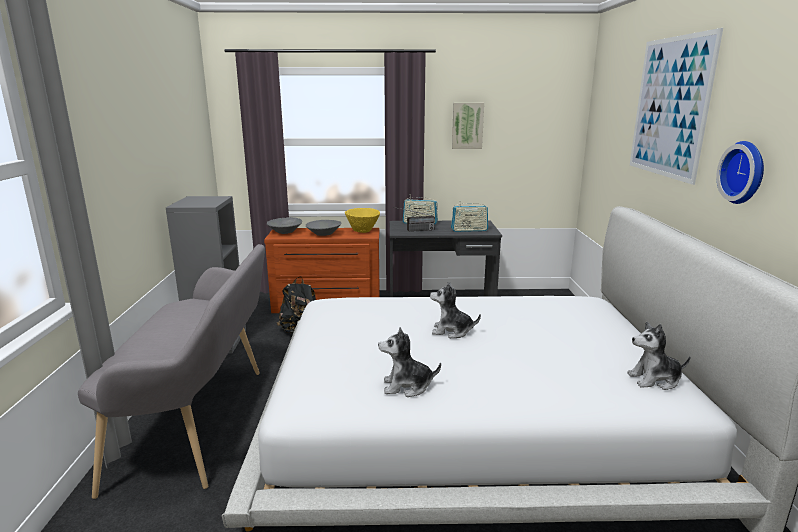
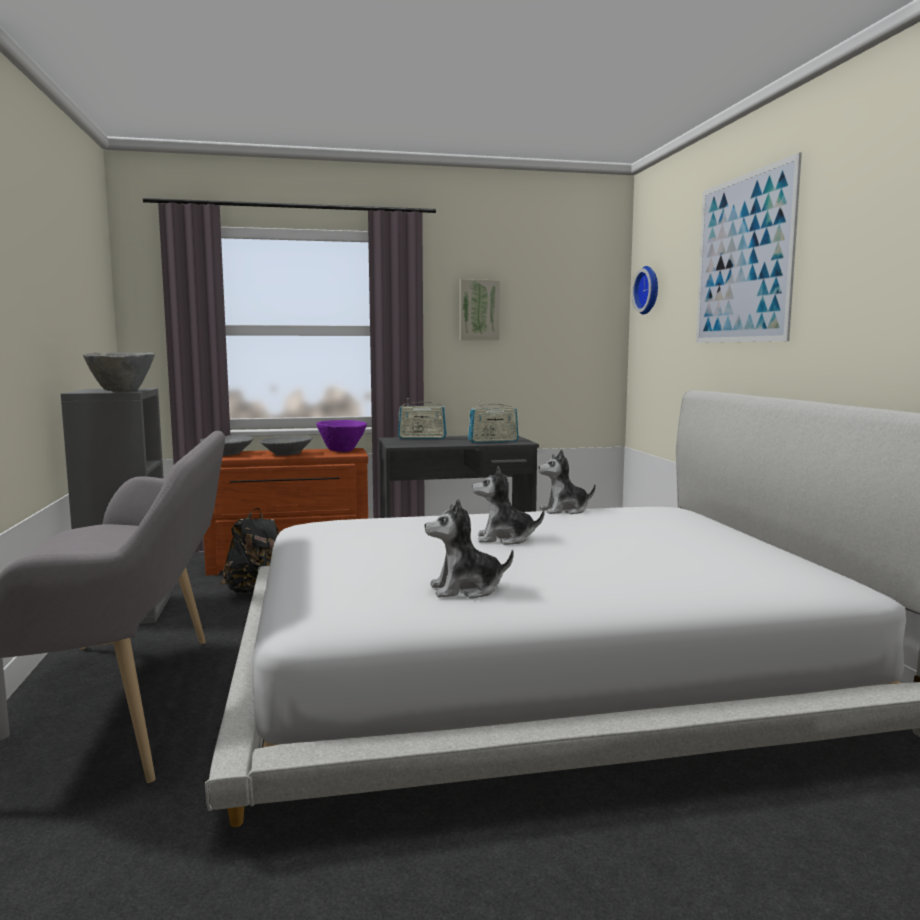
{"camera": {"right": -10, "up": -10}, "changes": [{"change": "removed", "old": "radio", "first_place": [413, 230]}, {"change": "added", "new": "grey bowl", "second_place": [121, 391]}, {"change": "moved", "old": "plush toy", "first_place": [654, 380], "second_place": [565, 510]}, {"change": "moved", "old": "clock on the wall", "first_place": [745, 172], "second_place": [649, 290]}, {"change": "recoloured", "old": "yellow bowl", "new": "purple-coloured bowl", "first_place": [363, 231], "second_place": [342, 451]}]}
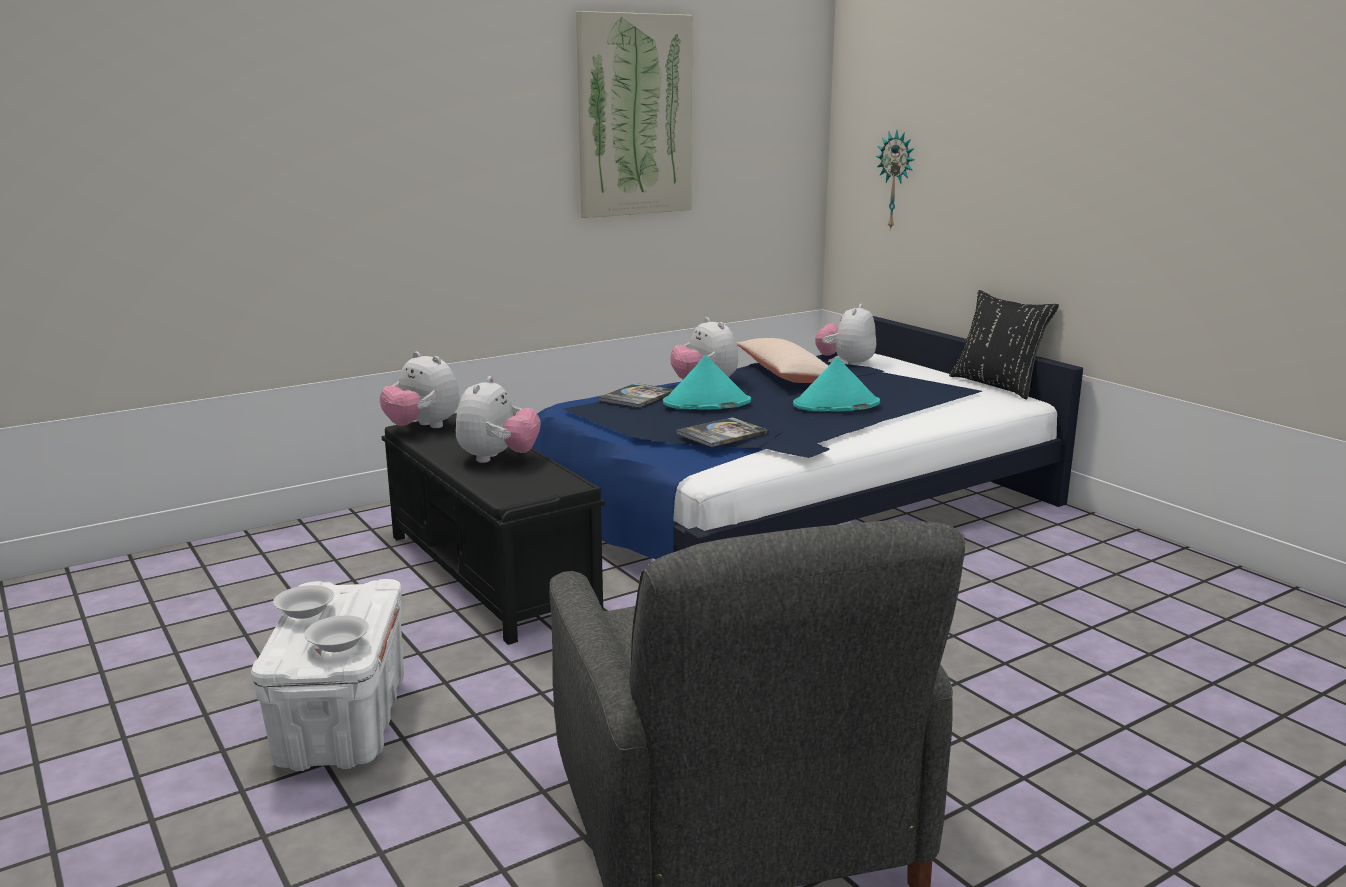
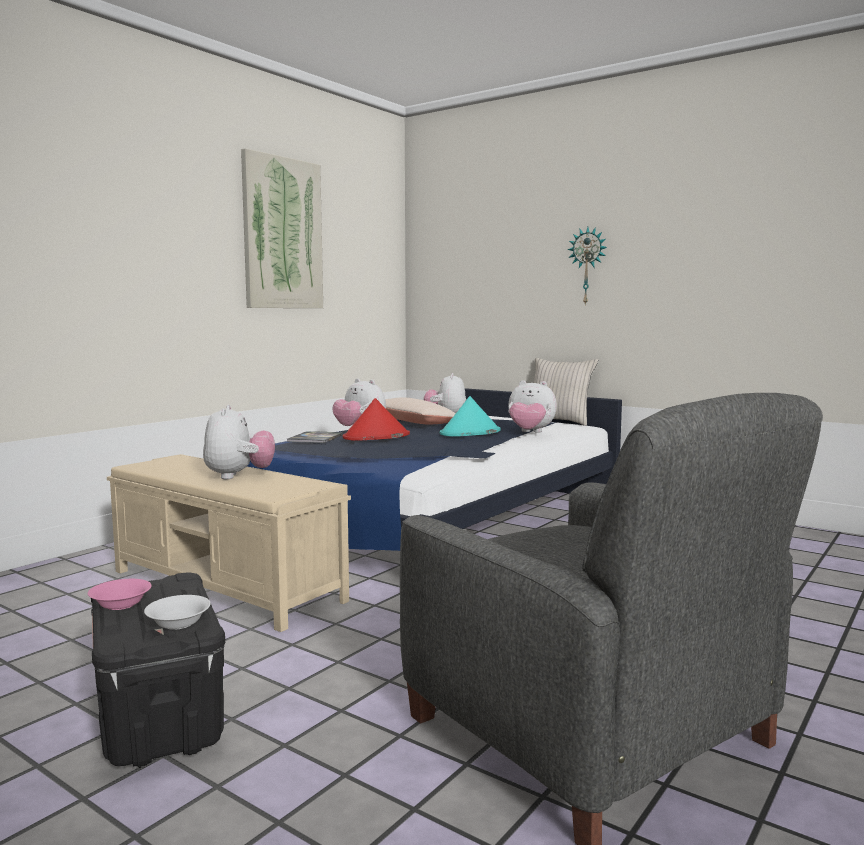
{"camera": {"right": -20, "up": -10}, "changes": [{"change": "removed", "old": "bound book", "first_place": [722, 434]}, {"change": "moved", "old": "plush toy", "first_place": [422, 427], "second_place": [530, 432]}, {"change": "moved", "old": "clock on the wall", "first_place": [896, 180], "second_place": [588, 266]}, {"change": "recoloured", "old": "white-coloured storage container", "new": "black-coloured storage container", "first_place": [343, 723], "second_place": [160, 717]}, {"change": "recoloured", "old": "white-coloured bowl", "new": "pink-coloured bowl", "first_place": [304, 612], "second_place": [120, 605]}, {"change": "recoloured", "old": "black-coloured bench", "new": "beige bench", "first_place": [491, 574], "second_place": [227, 586]}, {"change": "recoloured", "old": "turquoise-coloured hat", "new": "red hat", "first_place": [706, 403], "second_place": [376, 436]}, {"change": "recoloured", "old": "black-coloured pillow", "new": "beige pillow", "first_place": [997, 385], "second_place": [558, 421]}]}
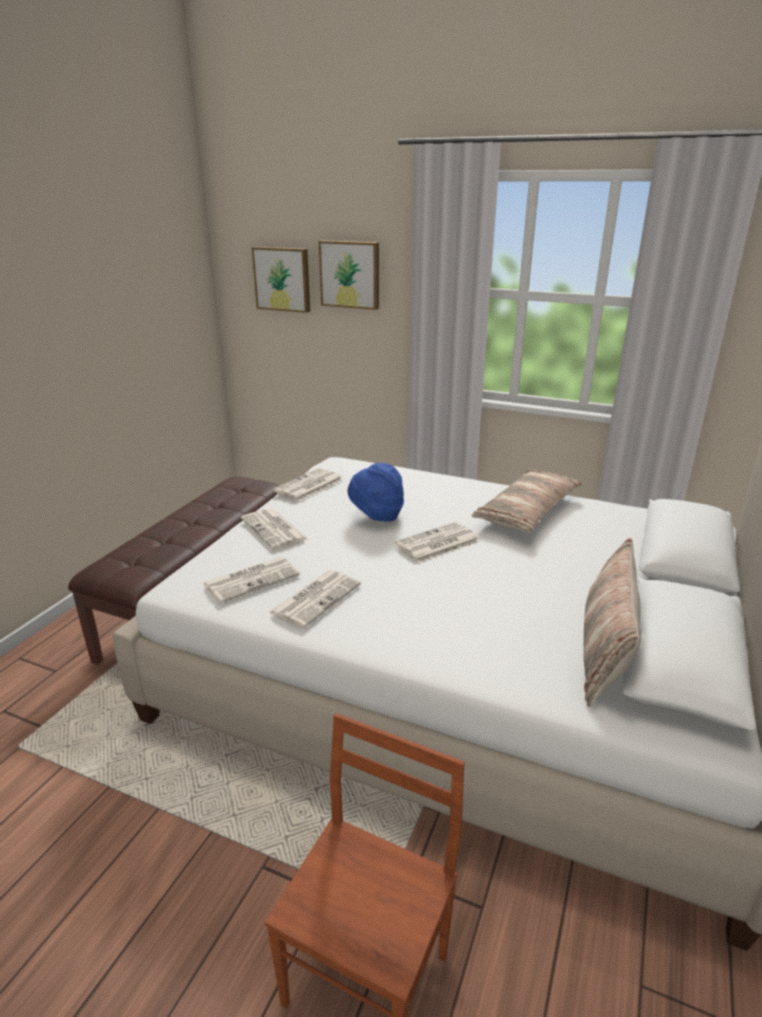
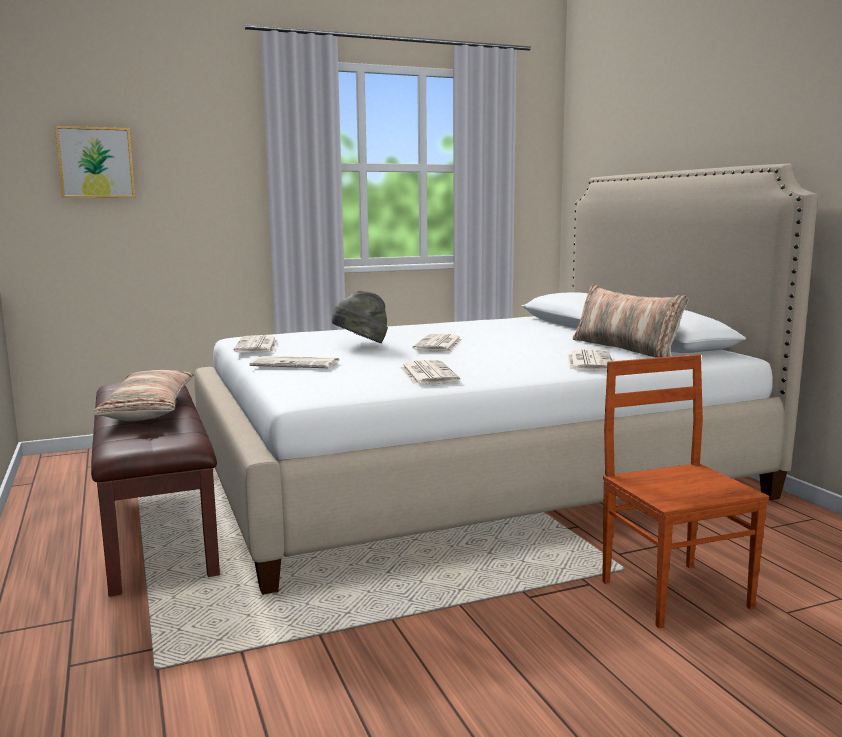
{"camera": {"right": -45, "up": -15}, "changes": [{"change": "removed", "old": "picture", "first_place": [350, 274]}, {"change": "moved", "old": "daily paper", "first_place": [252, 579], "second_place": [589, 362]}, {"change": "moved", "old": "pillow", "first_place": [528, 512], "second_place": [150, 410]}, {"change": "recoloured", "old": "bluish hat", "new": "grey hat", "first_place": [376, 515], "second_place": [361, 344]}]}
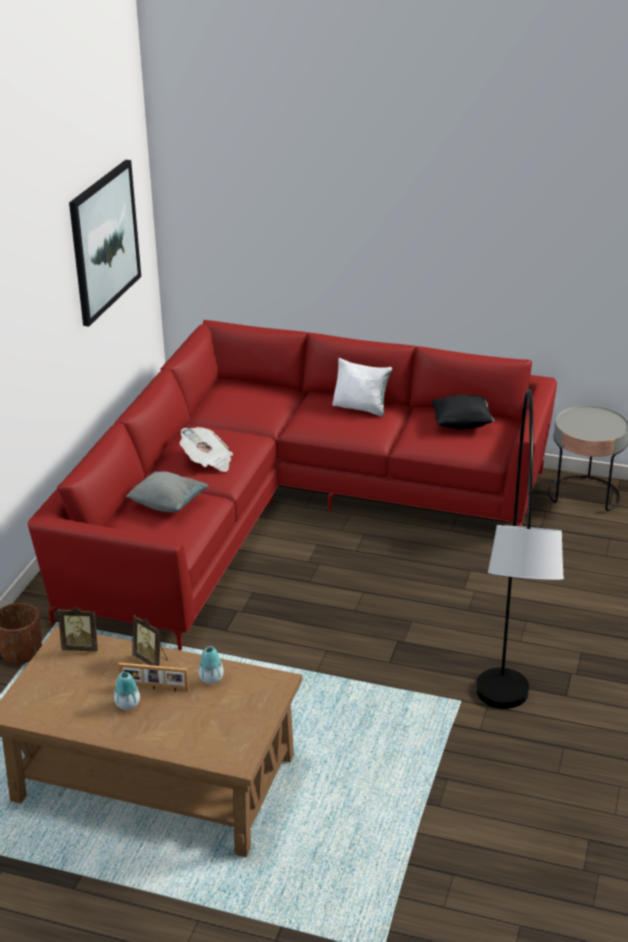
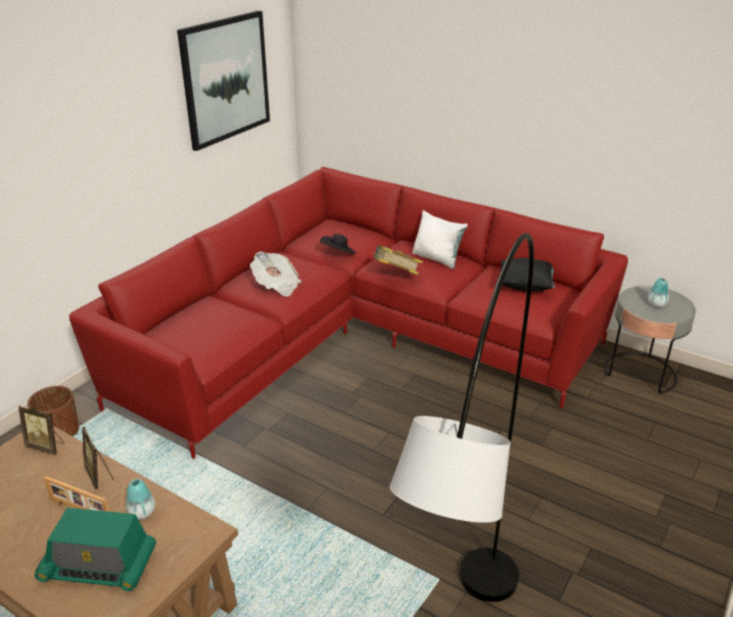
{"camera": {"right": 15, "up": 0}, "changes": [{"change": "removed", "old": "grey pillow", "first_place": [168, 504]}, {"change": "added", "new": "radio", "second_place": [99, 565]}, {"change": "added", "new": "black-coloured hat", "second_place": [338, 253]}, {"change": "added", "new": "bound book", "second_place": [396, 275]}, {"change": "moved", "old": "decorative vase", "first_place": [127, 704], "second_place": [656, 304]}]}
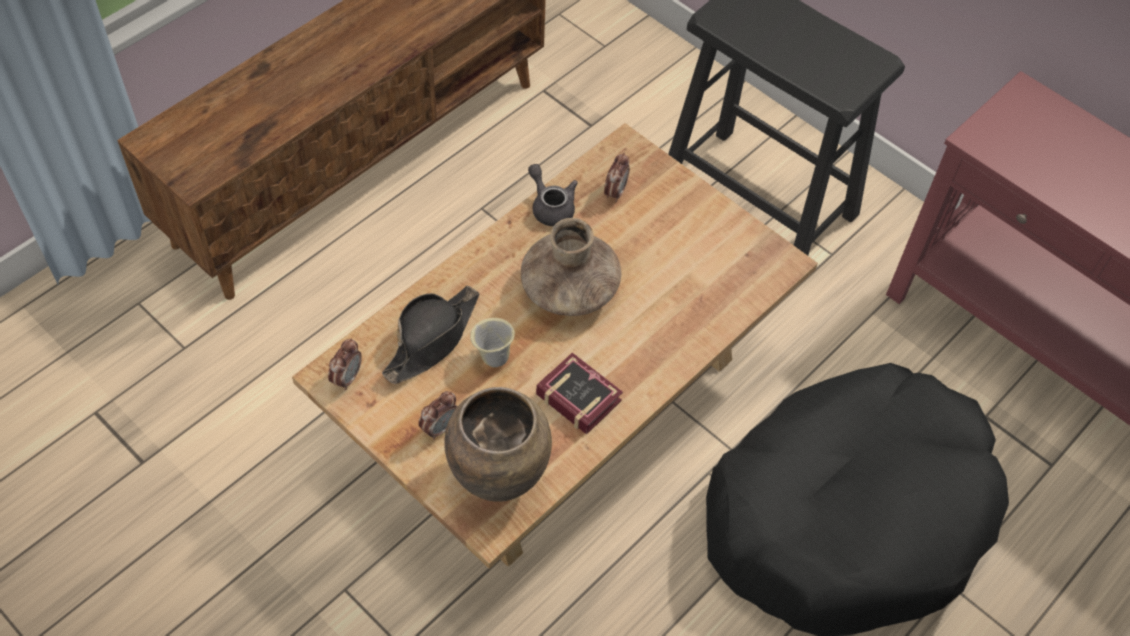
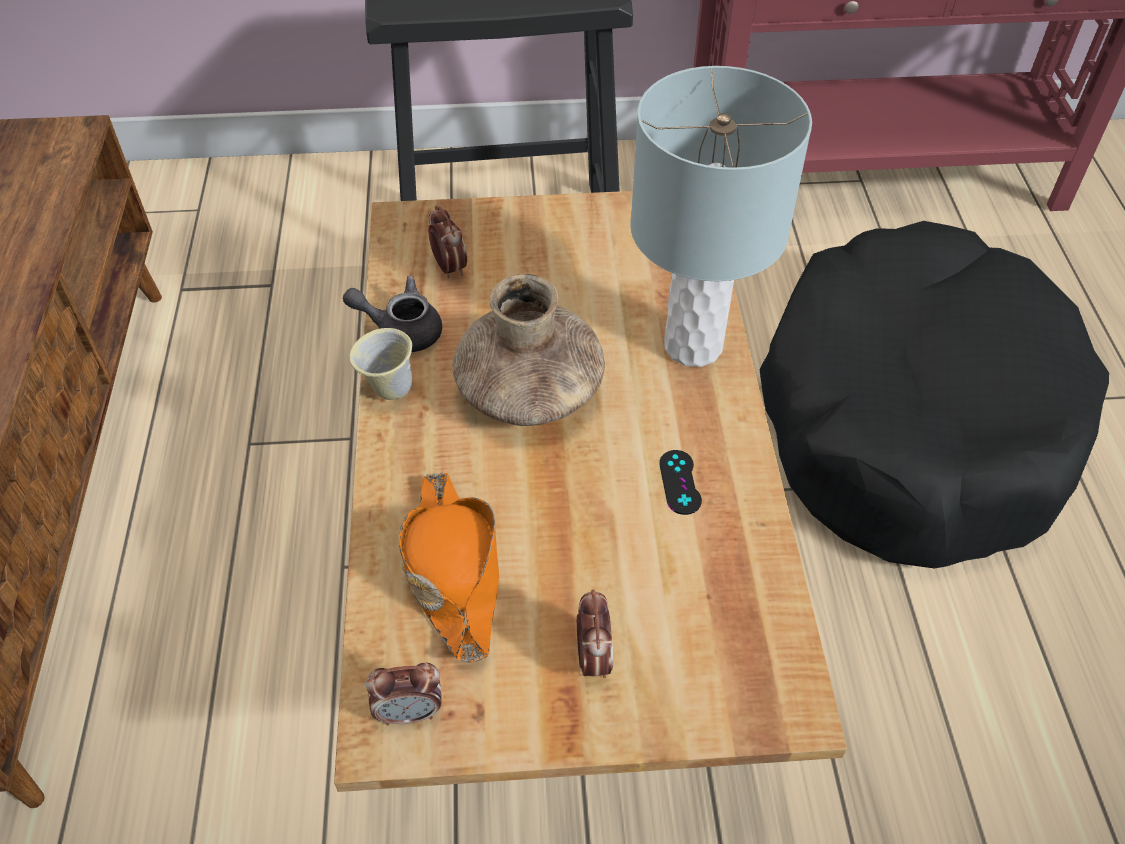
{"camera": {"right": -45, "up": -5}, "changes": [{"change": "removed", "old": "brown-coloured decorative vase", "first_place": [500, 477]}, {"change": "added", "new": "grey lamp for a table", "second_place": [692, 345]}, {"change": "moved", "old": "beige mug", "first_place": [492, 357], "second_place": [388, 391]}, {"change": "replaced", "old": "bound book", "new": "black-coloured joypad", "first_place": [577, 394], "second_place": [680, 482]}, {"change": "recoloured", "old": "black-coloured hat", "new": "orange-coloured hat", "first_place": [432, 338], "second_place": [453, 570]}, {"change": "turned", "old": "table clock", "first_place": [347, 378], "second_place": [410, 712], "degrees": 105}]}
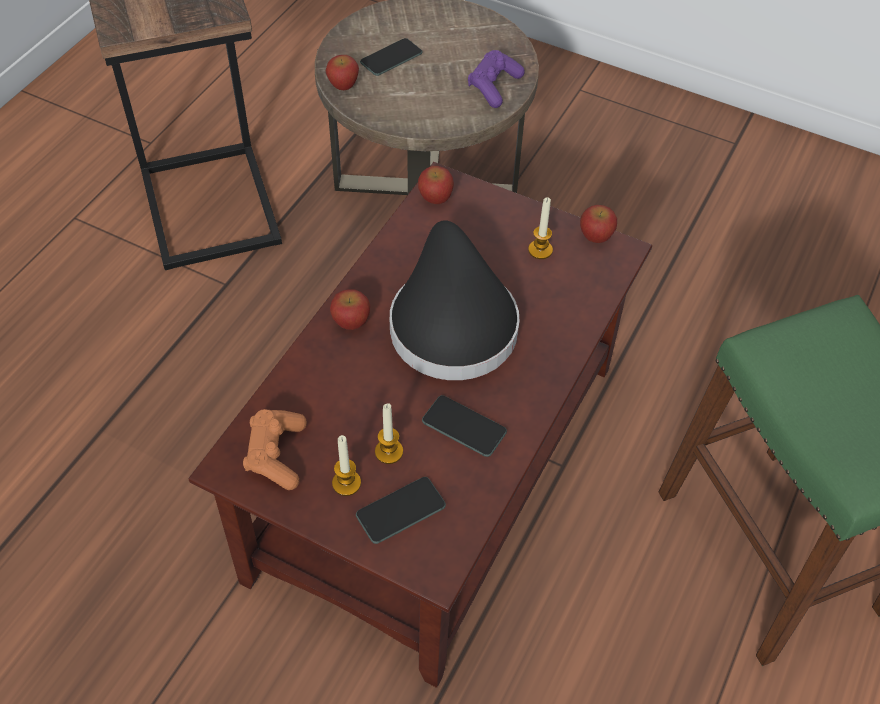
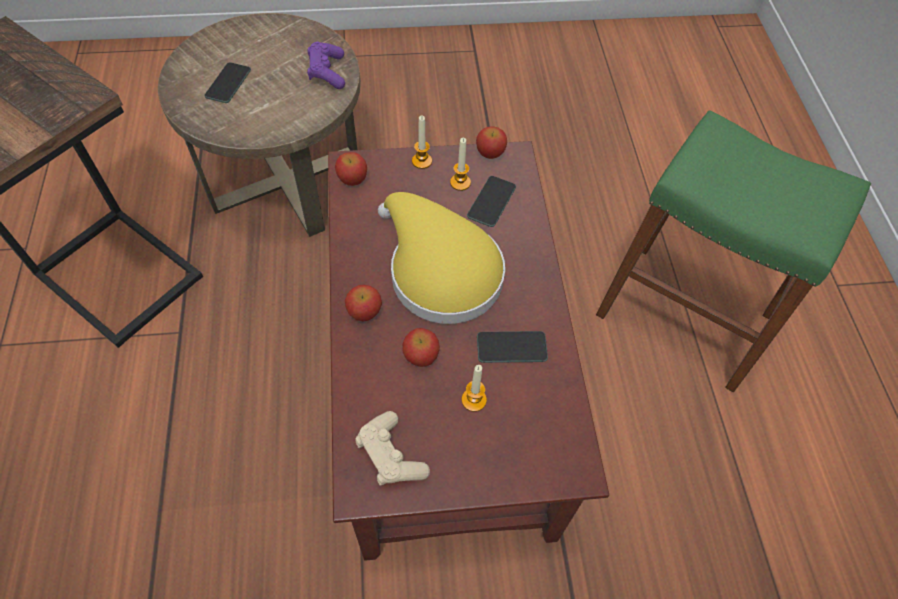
{"camera": {"right": -35, "up": 5}, "changes": [{"change": "moved", "old": "apple", "first_place": [343, 85], "second_place": [420, 356]}, {"change": "moved", "old": "wax light", "first_place": [346, 483], "second_place": [422, 161]}, {"change": "moved", "old": "phone", "first_place": [401, 510], "second_place": [491, 202]}, {"change": "recoloured", "old": "orange-coloured joypad", "new": "beige joypad", "first_place": [276, 455], "second_place": [390, 456]}, {"change": "recoloured", "old": "black-coloured hat", "new": "yellow hat", "first_place": [451, 321], "second_place": [439, 271]}]}
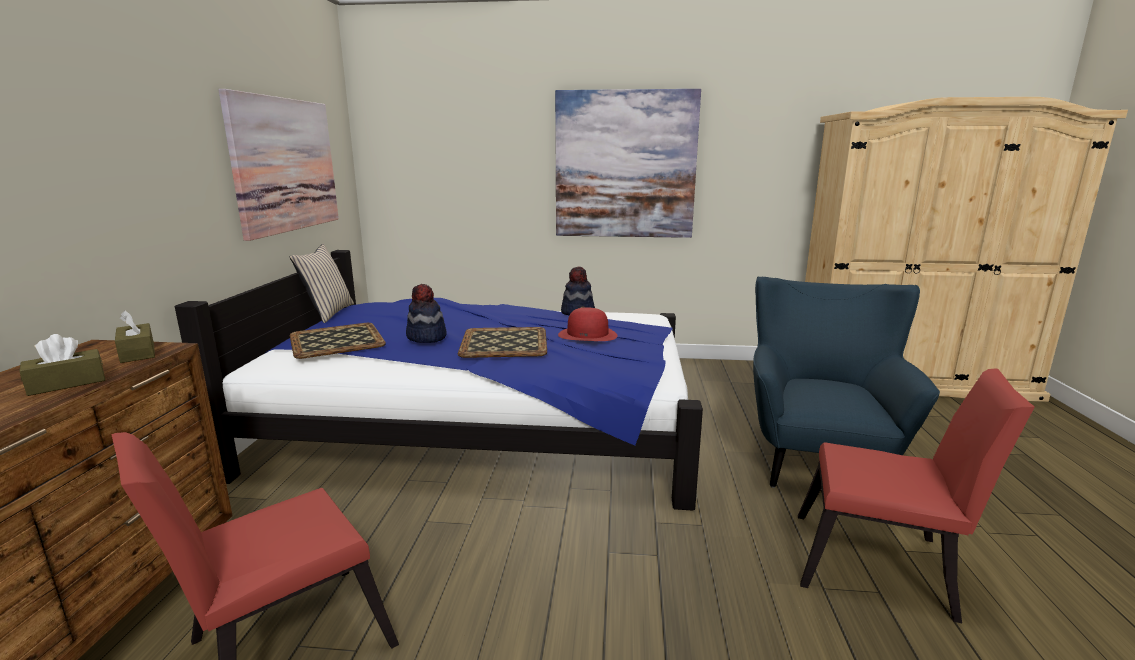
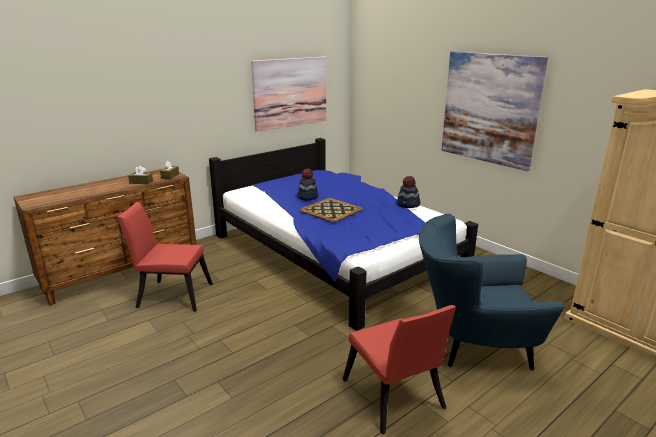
{"camera": {"right": 45, "up": 5}, "changes": [{"change": "removed", "old": "beige pillow", "first_place": [328, 313]}, {"change": "removed", "old": "serving tray", "first_place": [337, 341]}, {"change": "removed", "old": "red hat", "first_place": [588, 335]}, {"change": "turned", "old": "bluish armchair", "first_place": [816, 458], "second_place": [473, 347], "degrees": -150}]}
